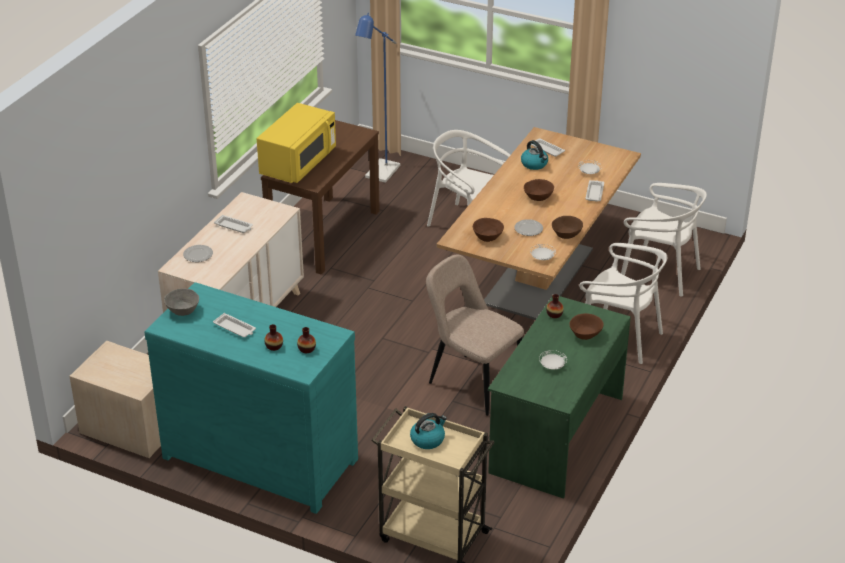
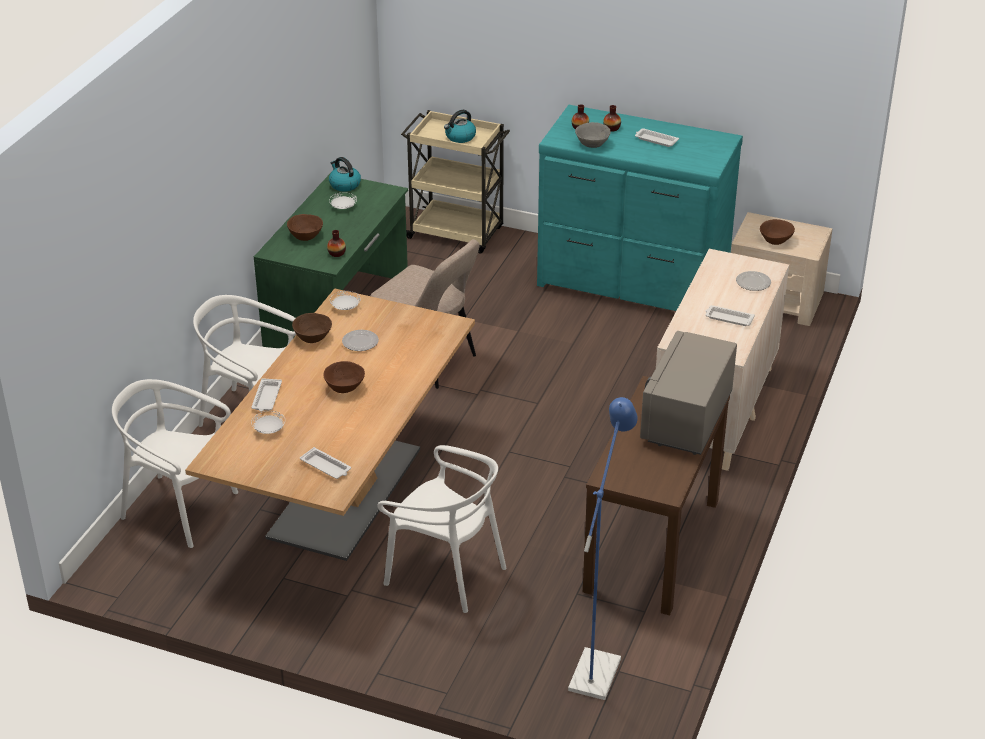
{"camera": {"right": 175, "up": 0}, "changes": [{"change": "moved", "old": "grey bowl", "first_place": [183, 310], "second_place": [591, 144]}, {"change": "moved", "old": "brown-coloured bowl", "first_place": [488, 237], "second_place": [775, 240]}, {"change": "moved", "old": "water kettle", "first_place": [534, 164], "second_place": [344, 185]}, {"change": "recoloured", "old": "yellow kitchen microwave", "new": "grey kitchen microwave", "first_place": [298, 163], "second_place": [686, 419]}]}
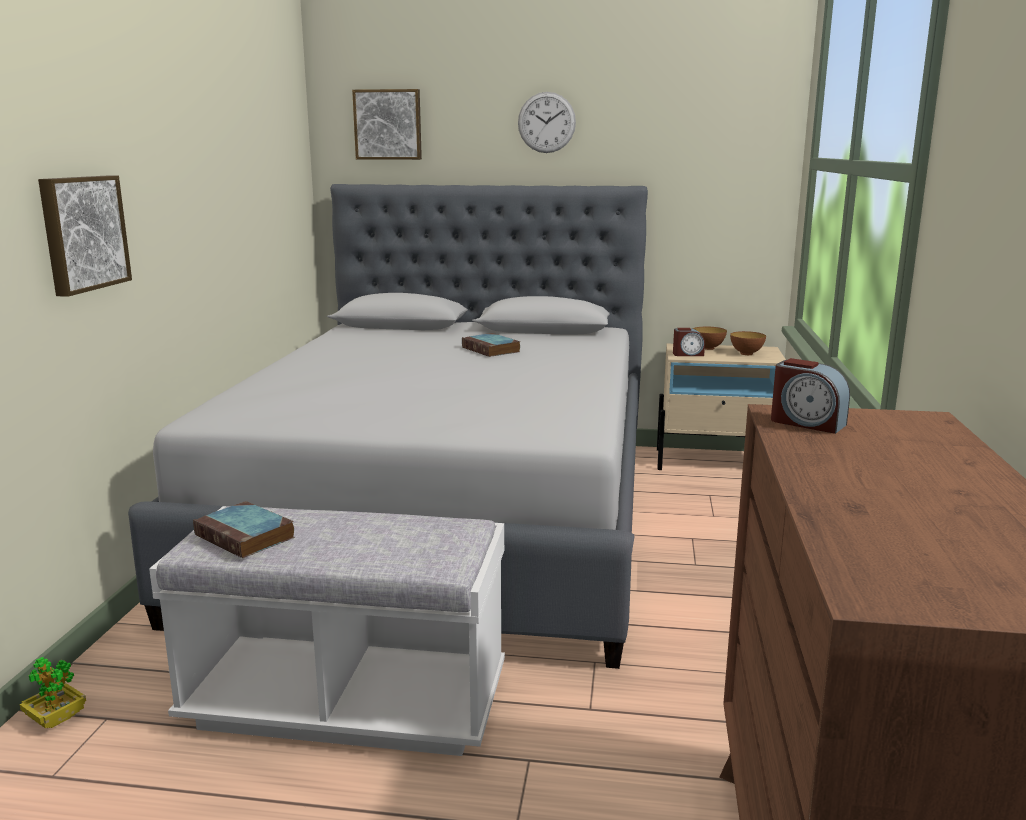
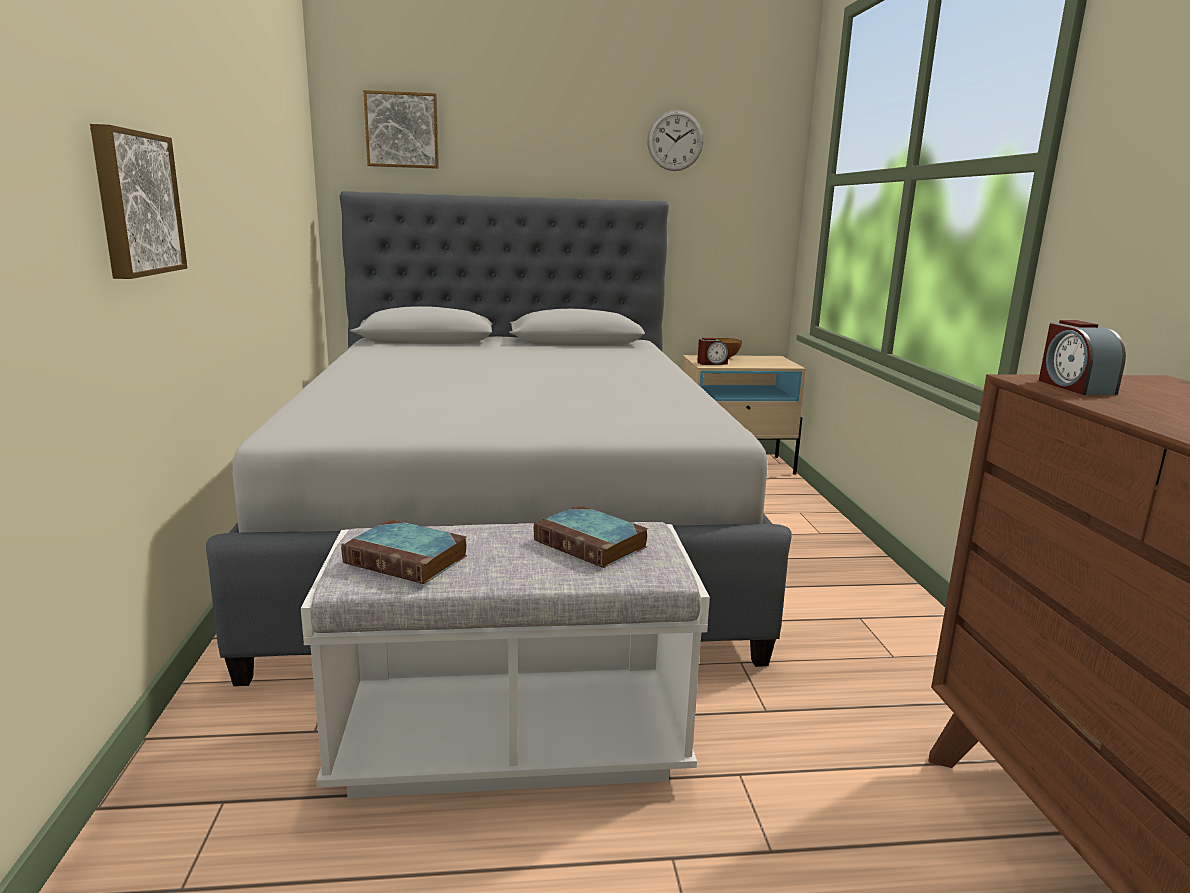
{"camera": {"right": -15, "up": 0}, "changes": [{"change": "removed", "old": "plant in a pot", "first_place": [56, 719]}, {"change": "removed", "old": "bowl", "first_place": [746, 354]}, {"change": "moved", "old": "bound book", "first_place": [492, 350], "second_place": [593, 544]}, {"change": "moved", "old": "clock on the wall", "first_place": [546, 122], "second_place": [675, 140]}, {"change": "turned", "old": "table clock", "first_place": [807, 423], "second_place": [1074, 387], "degrees": 60}]}
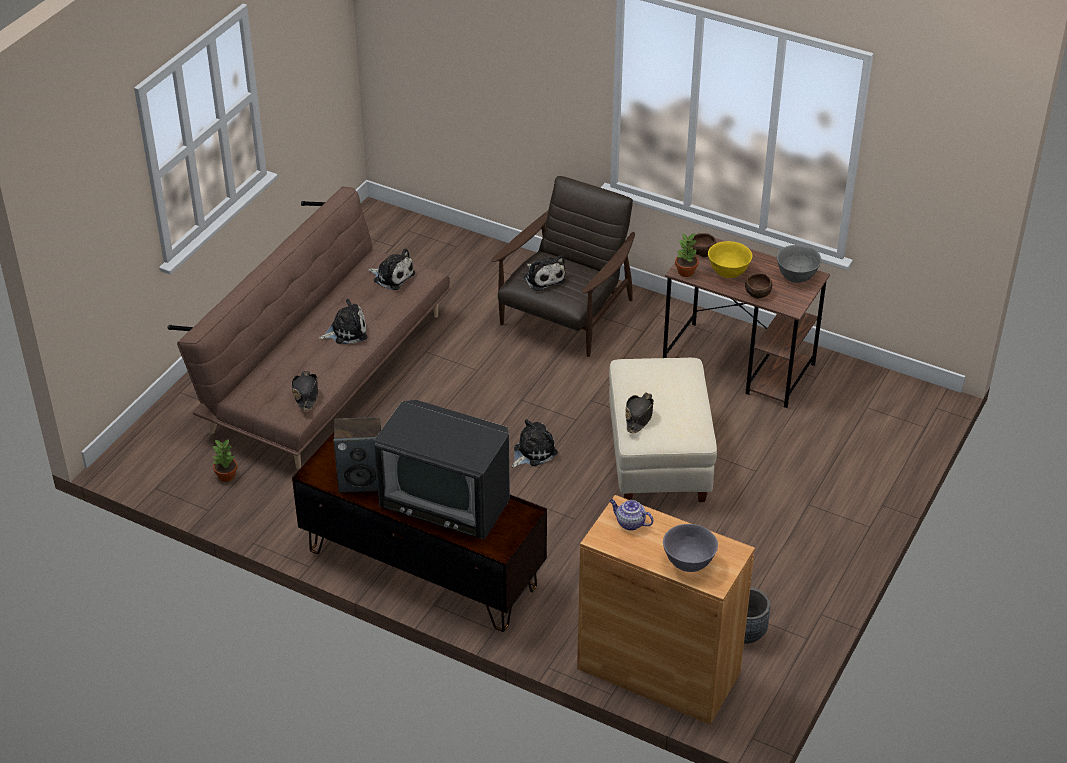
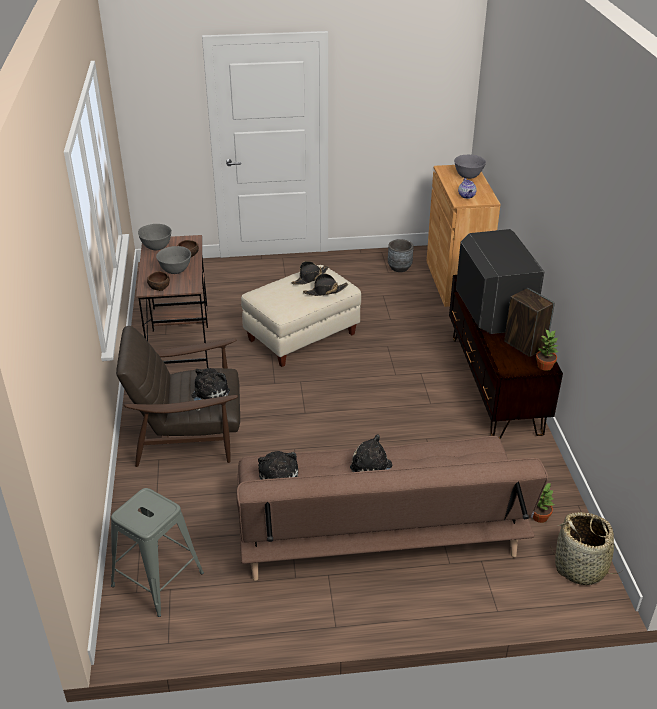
{"camera": {"right": -125, "up": -5}, "changes": [{"change": "removed", "old": "plush toy", "first_place": [532, 452]}, {"change": "added", "new": "grey stool", "second_place": [158, 579]}, {"change": "added", "new": "basket", "second_place": [580, 567]}, {"change": "moved", "old": "black-coloured hat", "first_place": [306, 394], "second_place": [310, 278]}, {"change": "moved", "old": "plant in a pot", "first_place": [686, 272], "second_place": [544, 365]}, {"change": "recoloured", "old": "yellow bowl", "new": "grey bowl", "first_place": [728, 272], "second_place": [176, 270]}]}
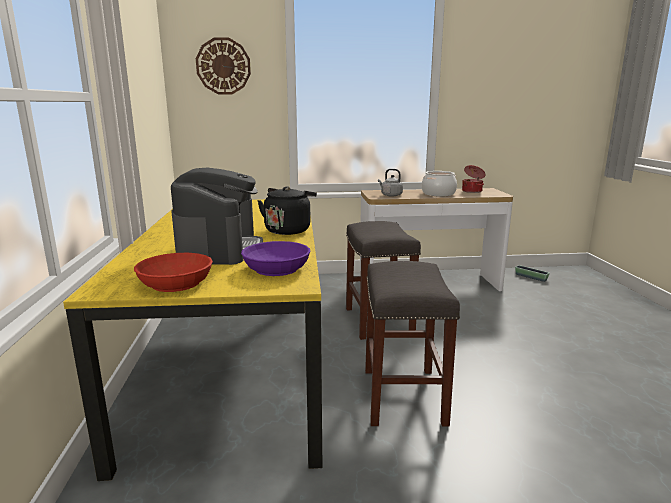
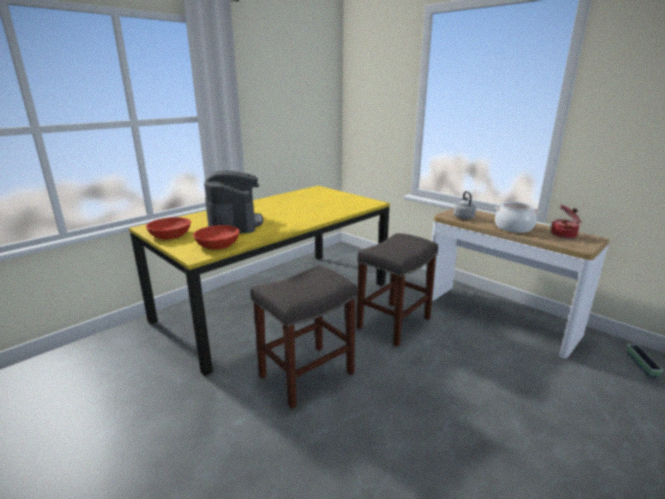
{"camera": {"right": 50, "up": 5}, "changes": [{"change": "removed", "old": "clock on the wall", "first_place": [223, 66]}, {"change": "removed", "old": "black-coloured water kettle", "first_place": [288, 230]}, {"change": "recoloured", "old": "purple-coloured bowl", "new": "red bowl", "first_place": [276, 268], "second_place": [217, 244]}, {"change": "turned", "old": "coffee maker", "first_place": [219, 249], "second_place": [235, 223], "degrees": -60}]}
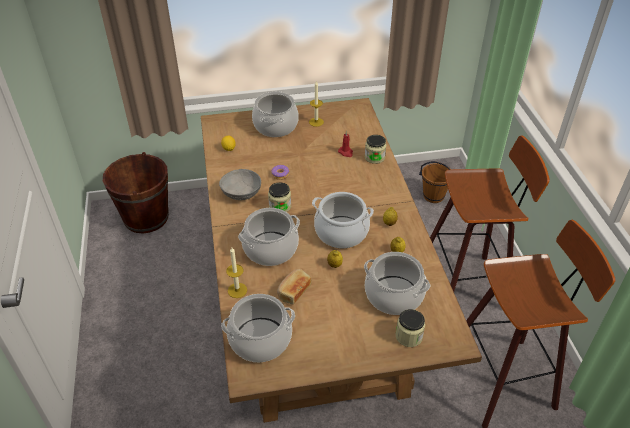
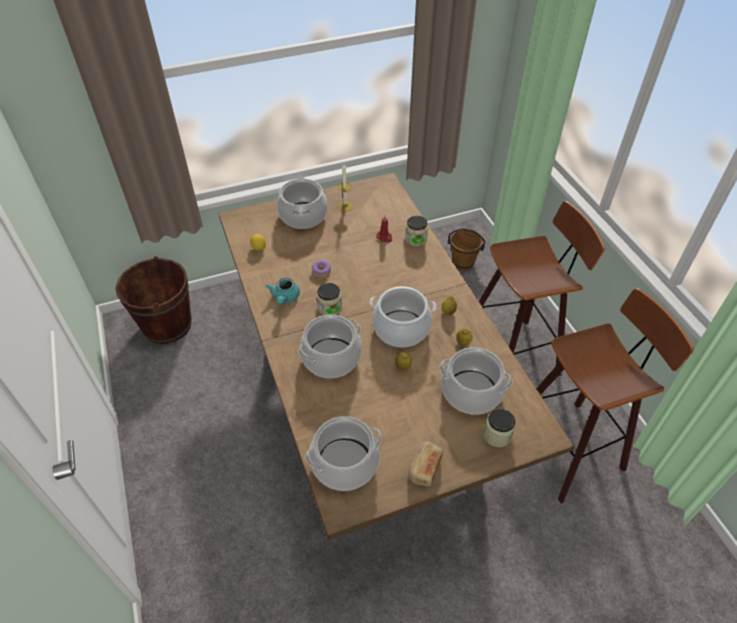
{"camera": {"right": -10, "up": 5}, "changes": [{"change": "removed", "old": "wax light", "first_place": [237, 290]}, {"change": "moved", "old": "baked bread", "first_place": [293, 291], "second_place": [424, 468]}, {"change": "replaced", "old": "grey bowl", "new": "turquoise-coloured teapot", "first_place": [241, 193], "second_place": [285, 298]}]}
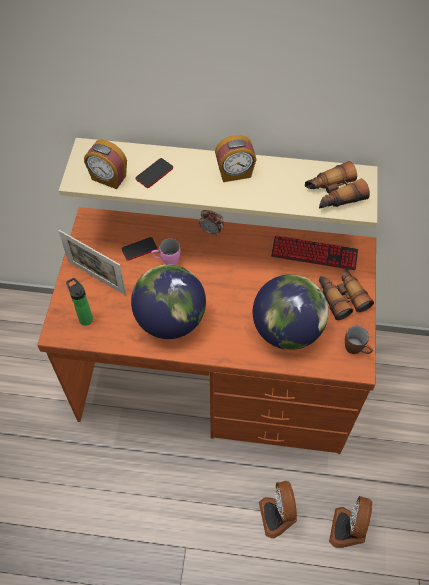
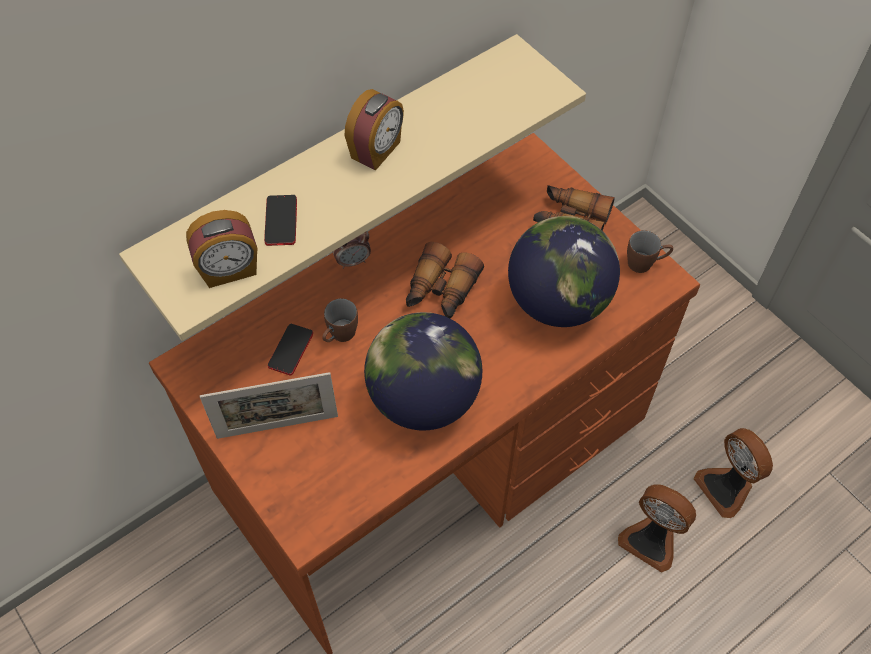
{"camera": {"right": -45, "up": 0}, "changes": [{"change": "removed", "old": "drink bottle", "first_place": [85, 318]}, {"change": "removed", "old": "keyboard", "first_place": [314, 254]}, {"change": "moved", "old": "field glasses", "first_place": [333, 194], "second_place": [441, 291]}, {"change": "recoloured", "old": "pink-coloured mug", "new": "brown-coloured mug", "first_place": [166, 260], "second_place": [339, 336]}]}
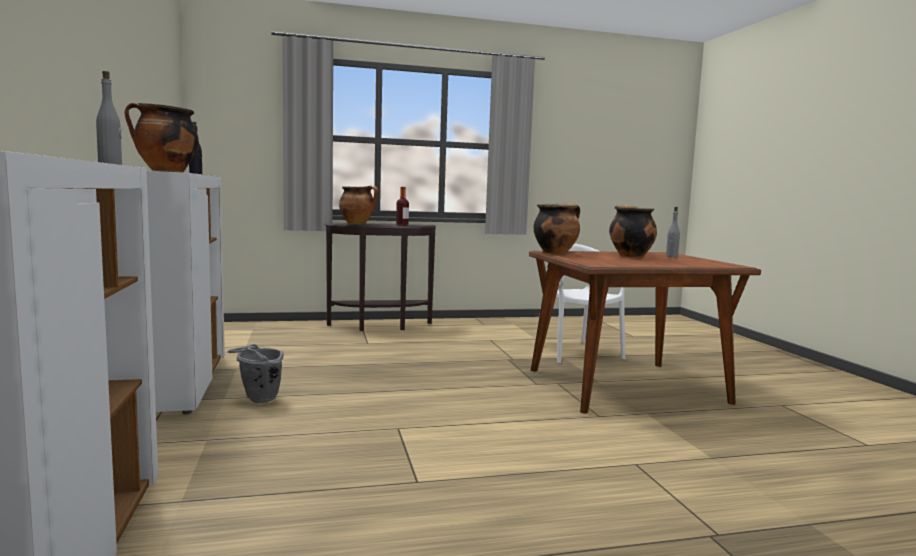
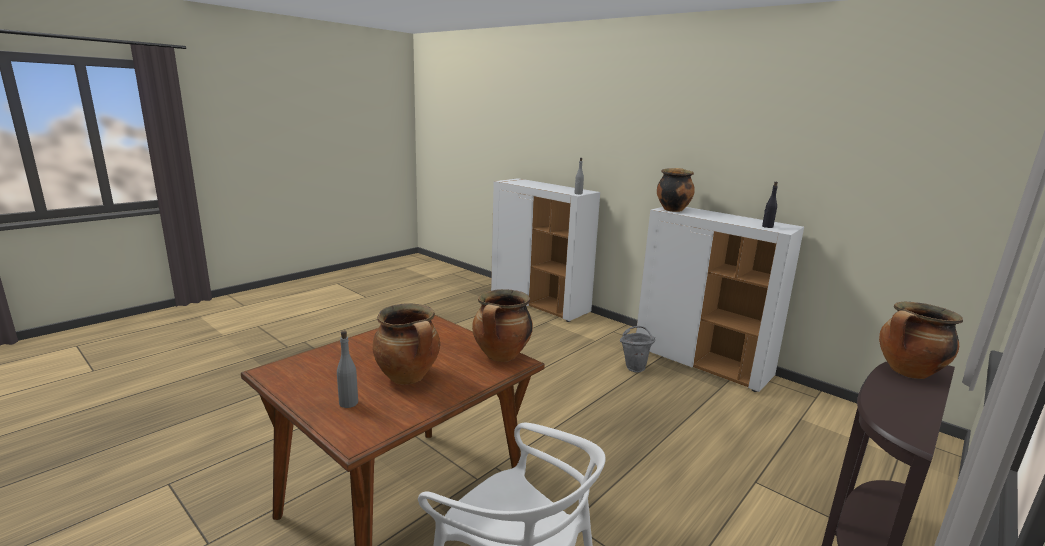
{"camera": {"right": 145, "up": 10}, "changes": [{"change": "removed", "old": "drink bottle", "first_place": [402, 225]}]}
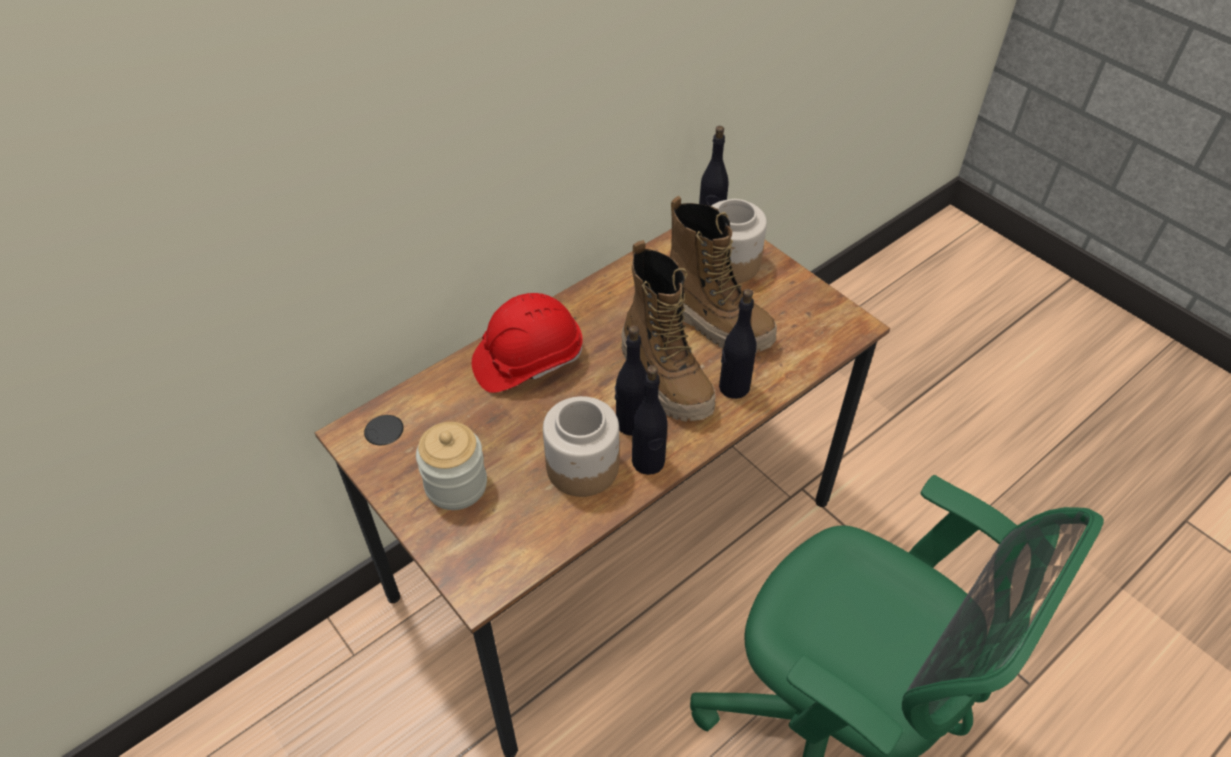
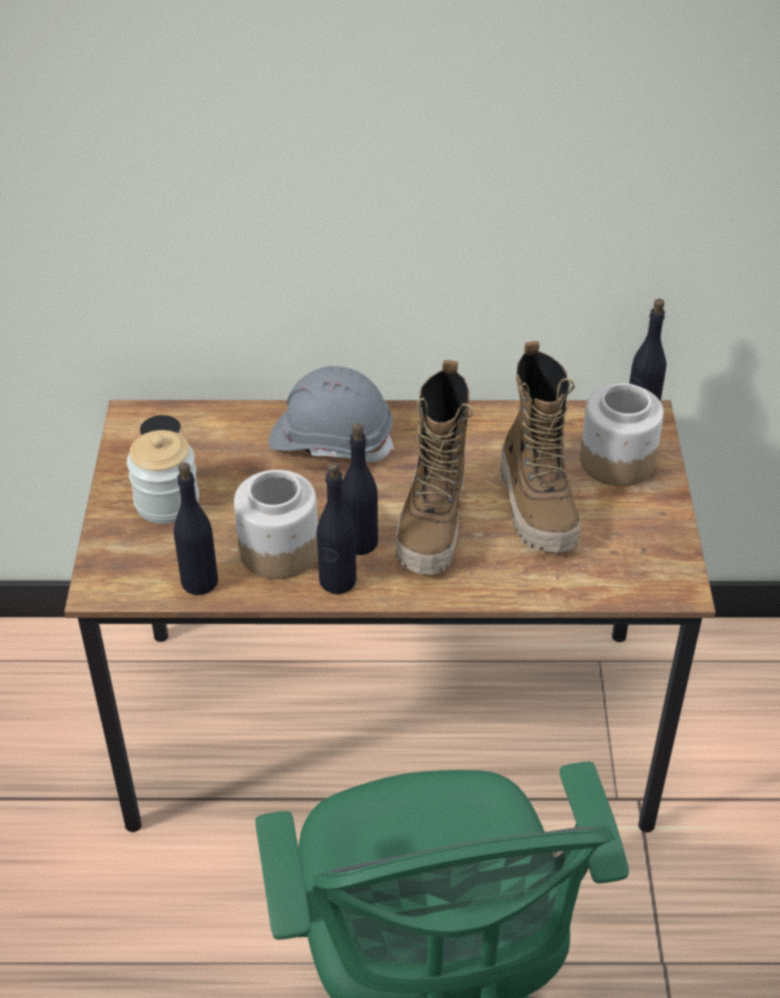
{"camera": {"right": 40, "up": -5}, "changes": [{"change": "moved", "old": "black-coloured drink bottle", "first_place": [733, 387], "second_place": [199, 581]}, {"change": "recoloured", "old": "red hard hat", "new": "grey hard hat", "first_place": [527, 360], "second_place": [331, 440]}]}
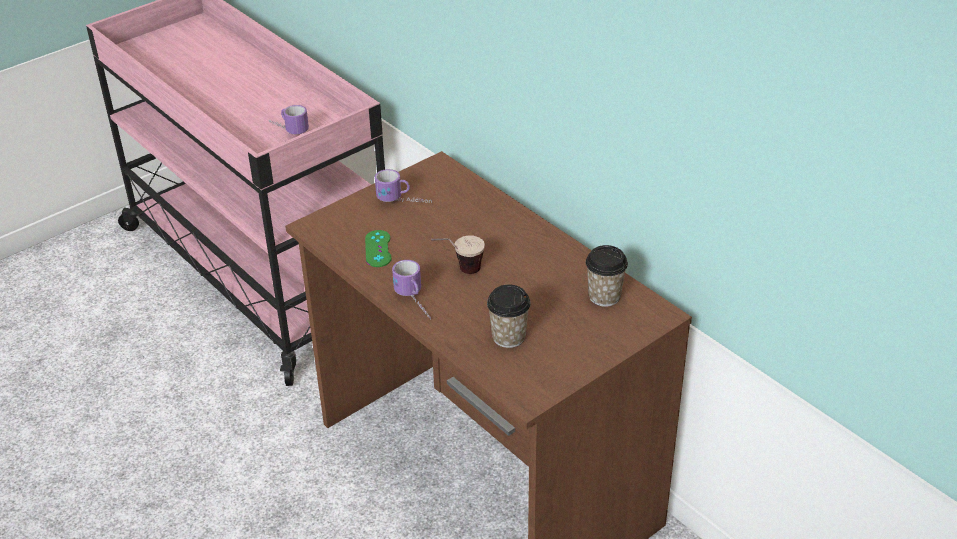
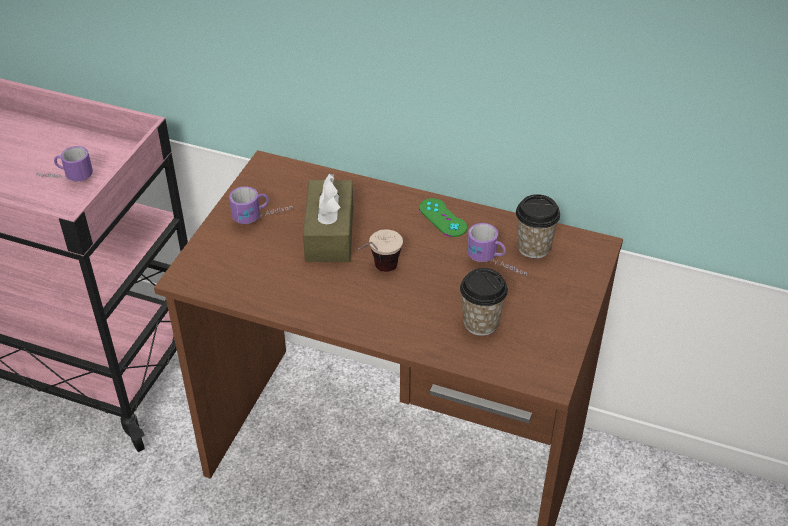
{"camera": {"right": -30, "up": 5}, "changes": [{"change": "added", "new": "brown-coloured box of tissues", "second_place": [329, 234]}, {"change": "moved", "old": "green-coloured joypad", "first_place": [378, 249], "second_place": [442, 218]}, {"change": "moved", "old": "mug", "first_place": [415, 303], "second_place": [497, 265]}]}
